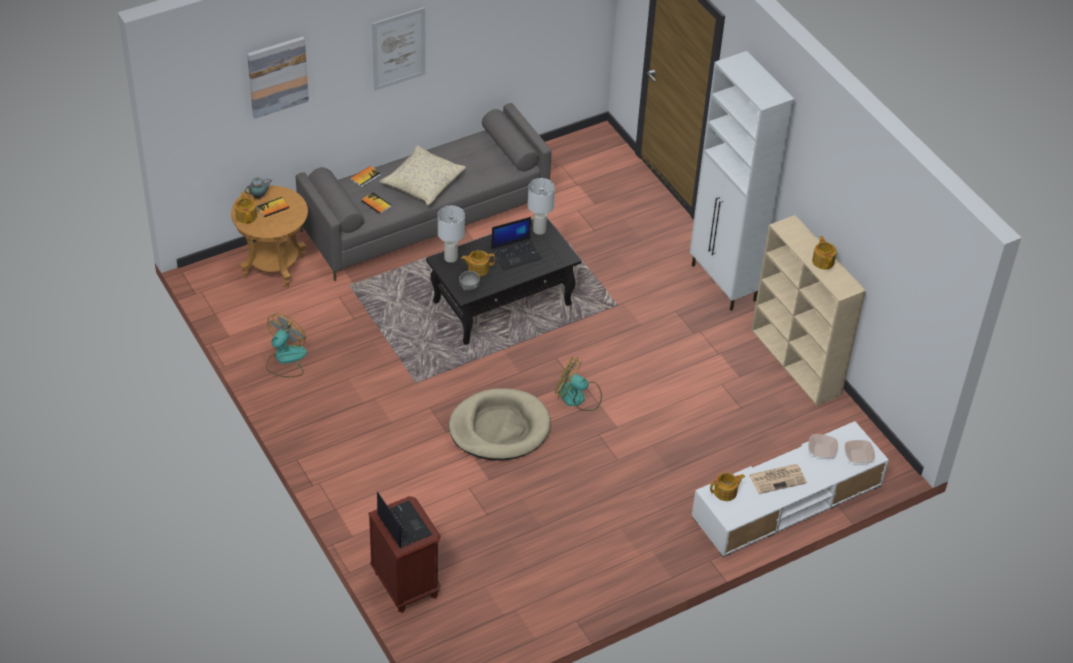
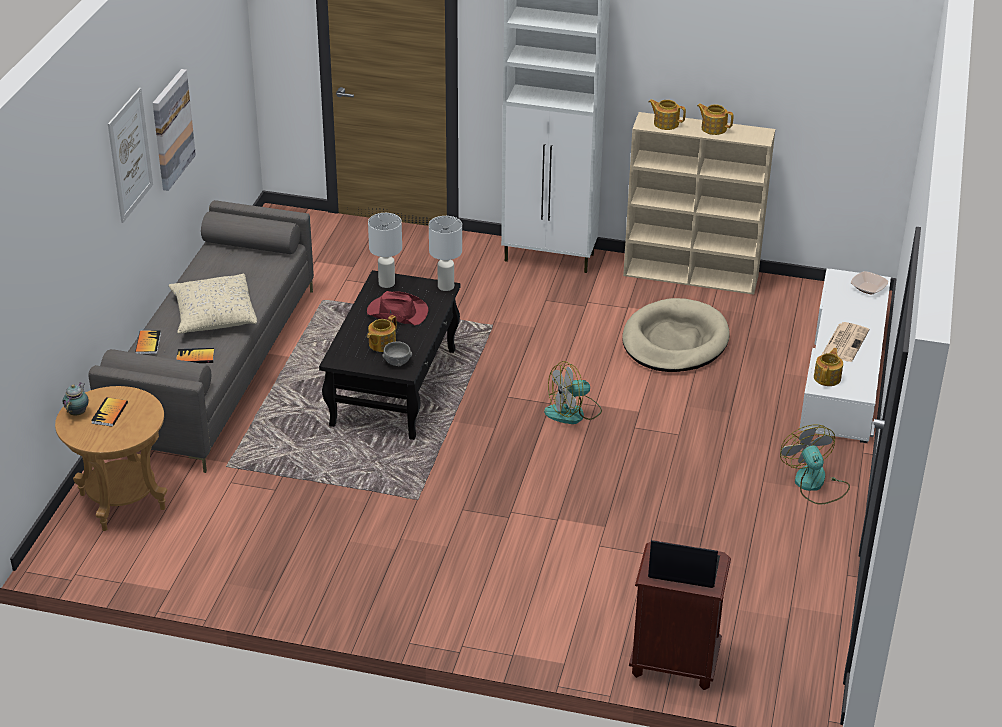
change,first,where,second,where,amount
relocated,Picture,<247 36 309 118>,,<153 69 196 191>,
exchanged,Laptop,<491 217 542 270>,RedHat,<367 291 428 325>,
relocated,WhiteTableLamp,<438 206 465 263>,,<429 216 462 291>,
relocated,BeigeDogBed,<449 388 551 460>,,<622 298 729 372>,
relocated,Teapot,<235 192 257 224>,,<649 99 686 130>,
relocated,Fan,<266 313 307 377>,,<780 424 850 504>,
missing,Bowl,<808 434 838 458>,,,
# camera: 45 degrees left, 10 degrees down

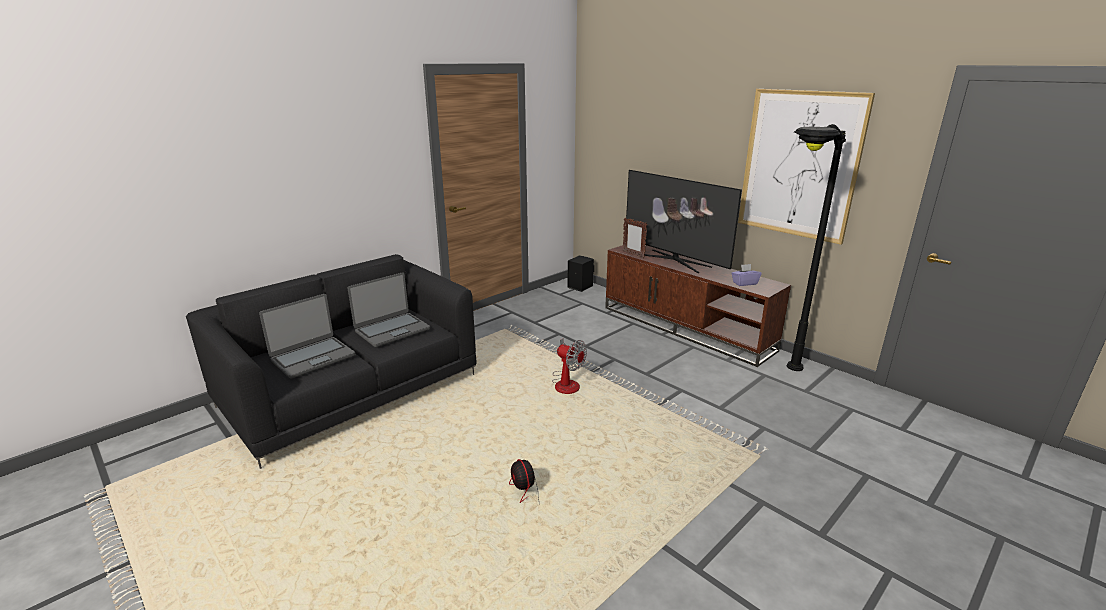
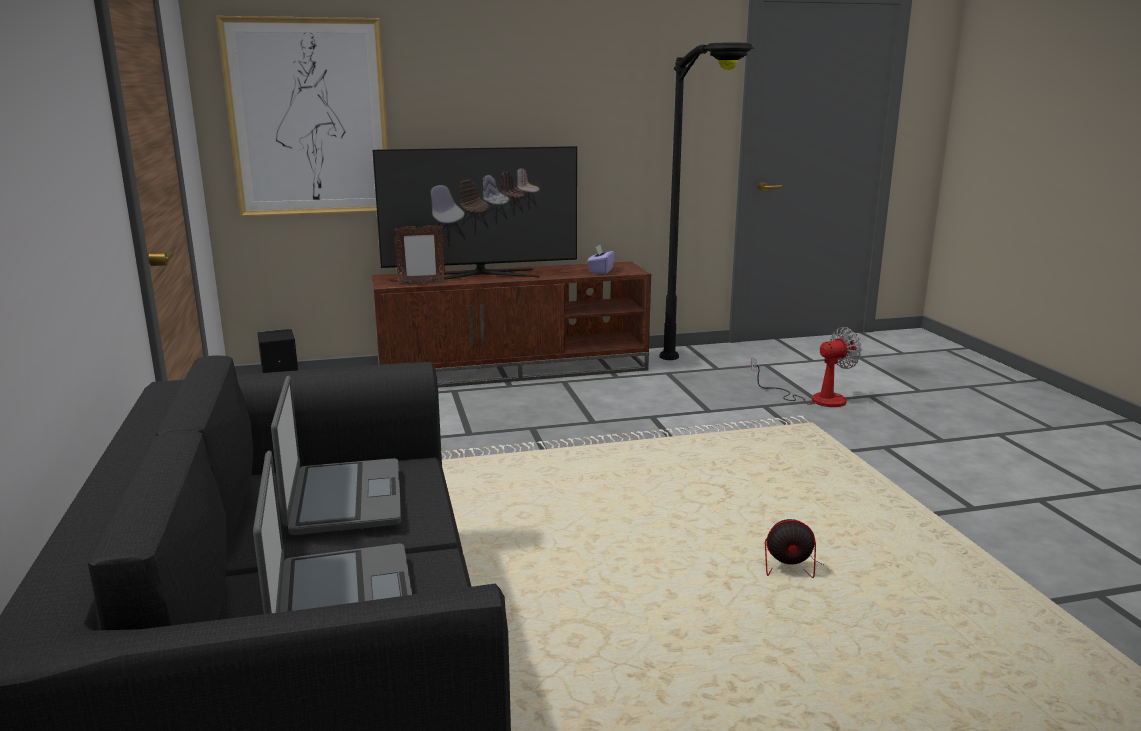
change,first,where,second,where,amount
relocated,Picture,<738 89 875 245>,,<216 16 388 217>,
relocated,Fan,<552 338 587 394>,,<751 327 862 407>,
# camera: 60 degrees left, 5 degrees down

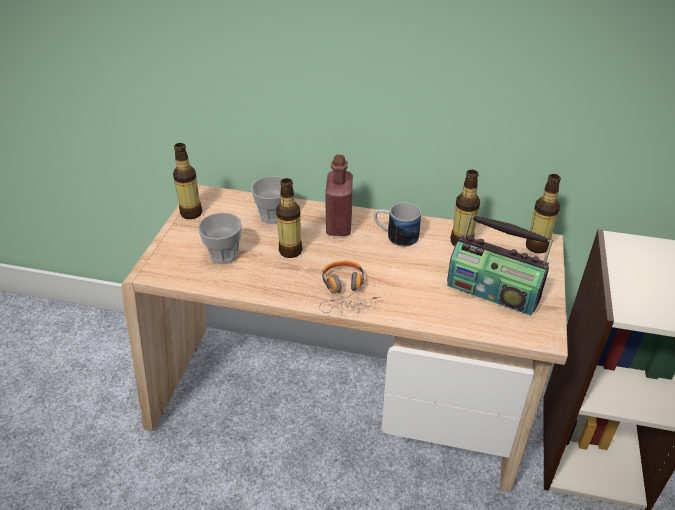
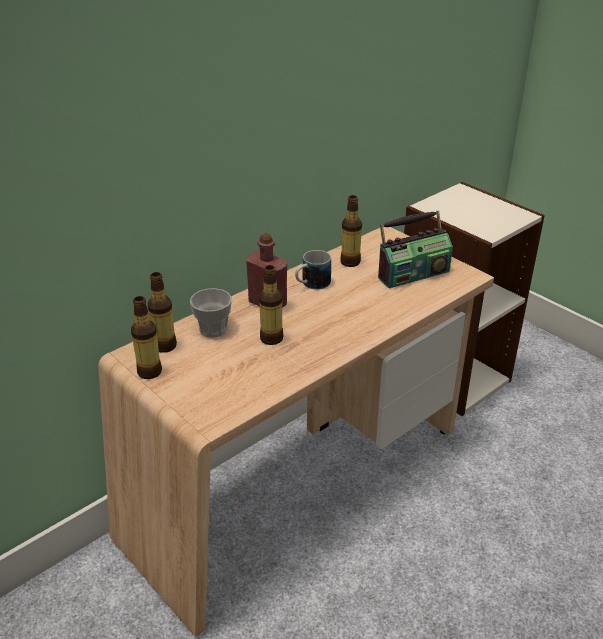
change,first,where,second,where,amount
relocated,Bottle,<526 174 561 253>,,<148 272 177 353>,
missing,Cup,<198 213 242 264>,,,
missing,Headphones,<319 261 380 313>,,,
# camera: 55 degrees left, 5 degrees down

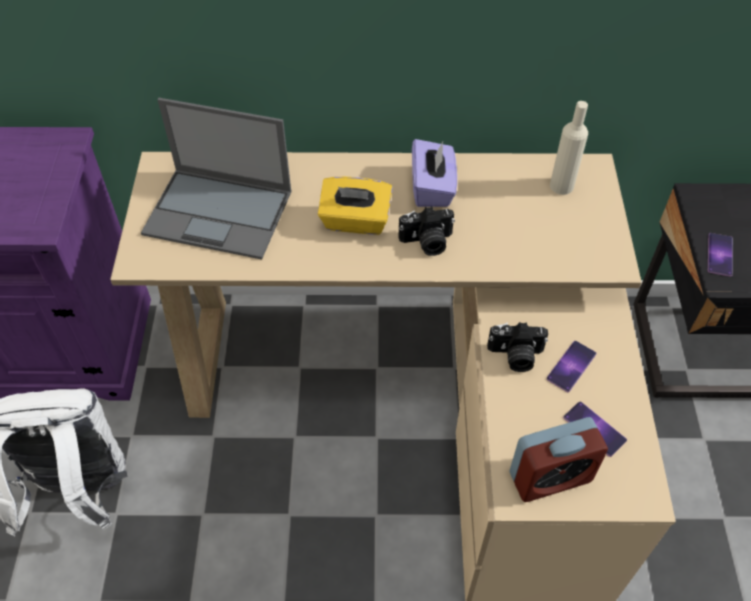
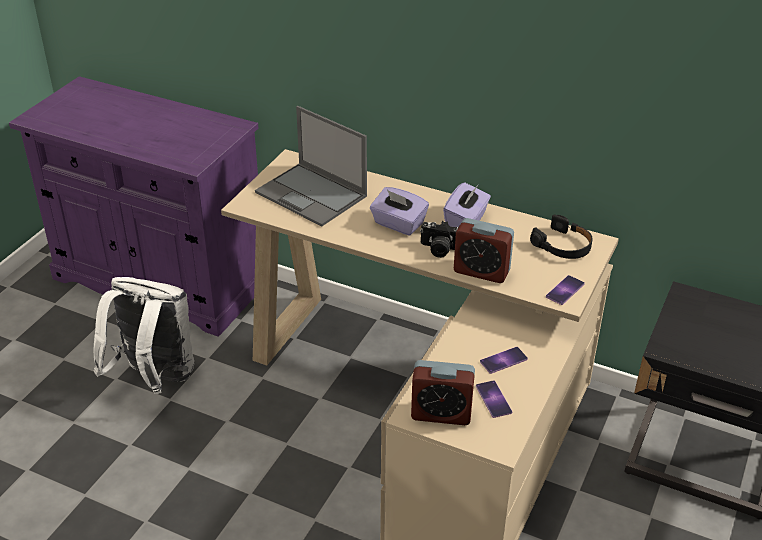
change,first,where,second,where,amount
colour,YellowTissueBox,<318 177 393 235>,PurpleTissueBox,<370 187 429 235>,
appeared,,,AlarmClock,<454 218 514 283>,
exchanged,BeigeBottle,<550 101 588 195>,BlackHeadphones,<530 214 593 259>,
relocated,Phone,<708 233 733 277>,,<546 275 585 305>,
missing,PhotoCamera,<487 322 548 372>,,,
# camera: 25 degrees right, 15 degrees down

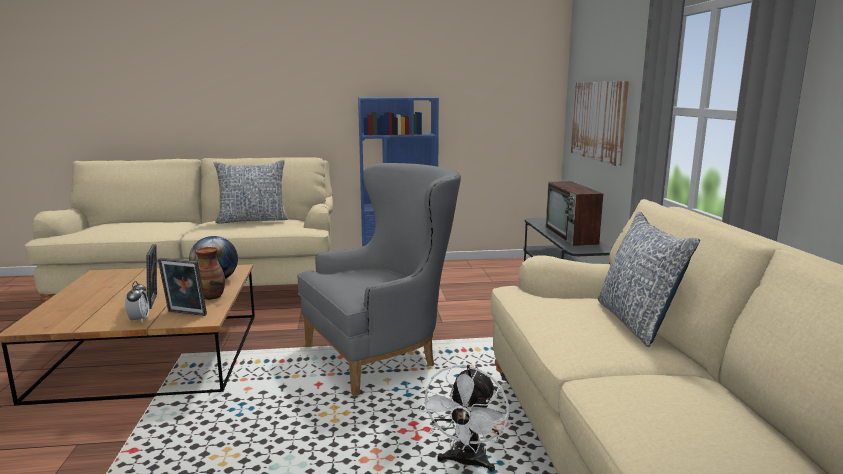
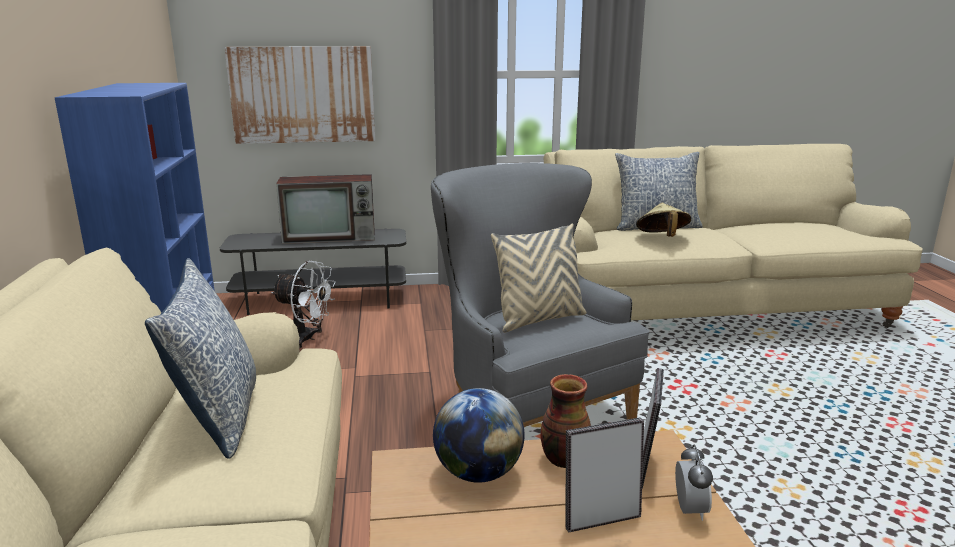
change,first,where,second,where,amount
relocated,WhiteFan,<420 365 509 472>,,<271 261 336 348>,
appeared,,,BeigePillow,<491 224 586 333>,
appeared,,,BeigeHat,<636 203 691 237>,
spun,AlarmClock,<125 281 149 323>,,<675 445 713 521>,105 degrees clockwise
# camera: 90 degrees left, 5 degrees up

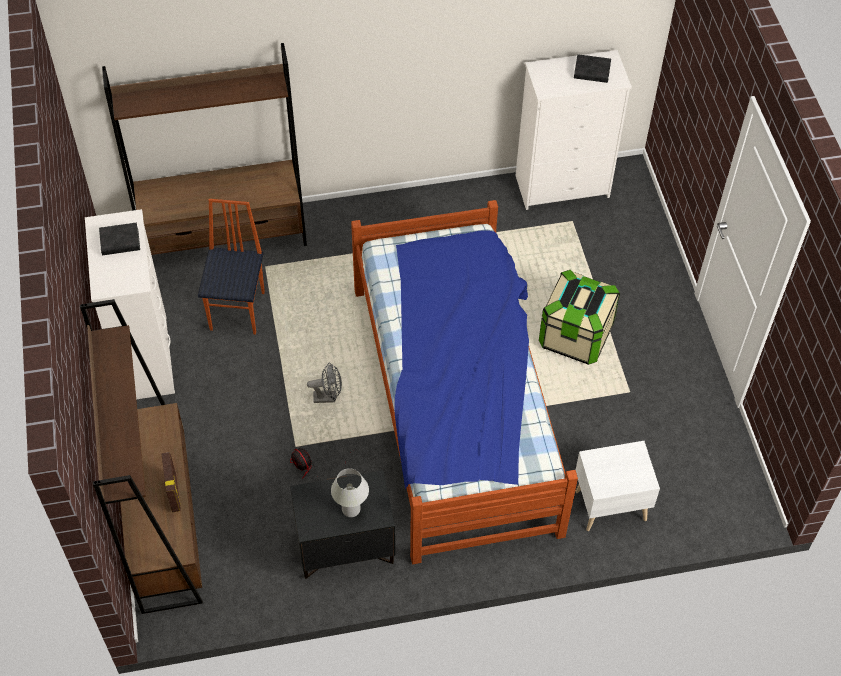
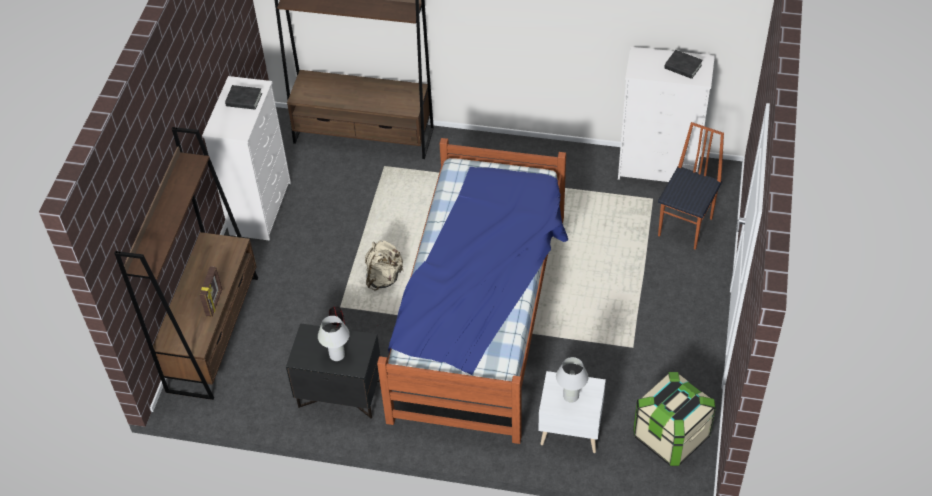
change,first,where,second,where,amount
exchanged,GreyFan,<307 362 342 403>,BeigeBackpack,<365 240 403 291>,
appeared,,,WhiteTableLamp,<556 357 588 403>,
relocated,StorageBox,<539 270 620 365>,,<633 372 716 466>,
relocated,Chair,<198 199 265 335>,,<658 122 724 250>,
# camera: 25 degrees right, 5 degrees down

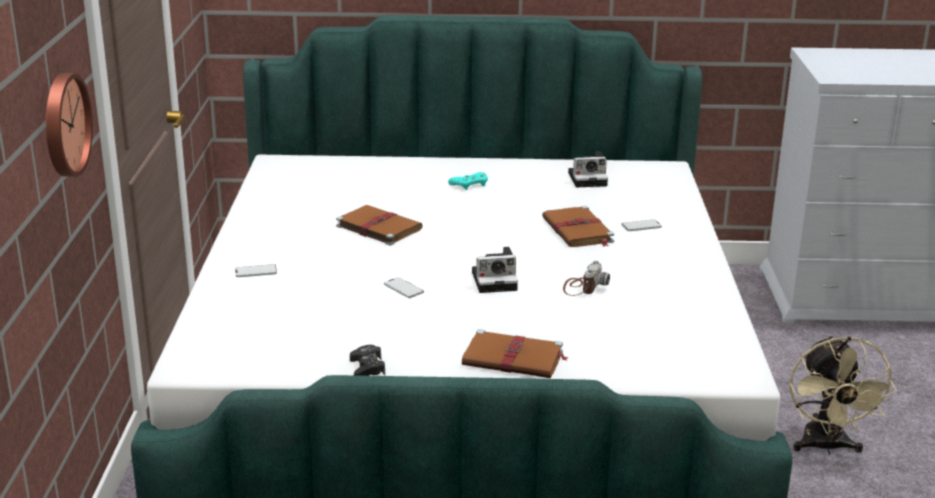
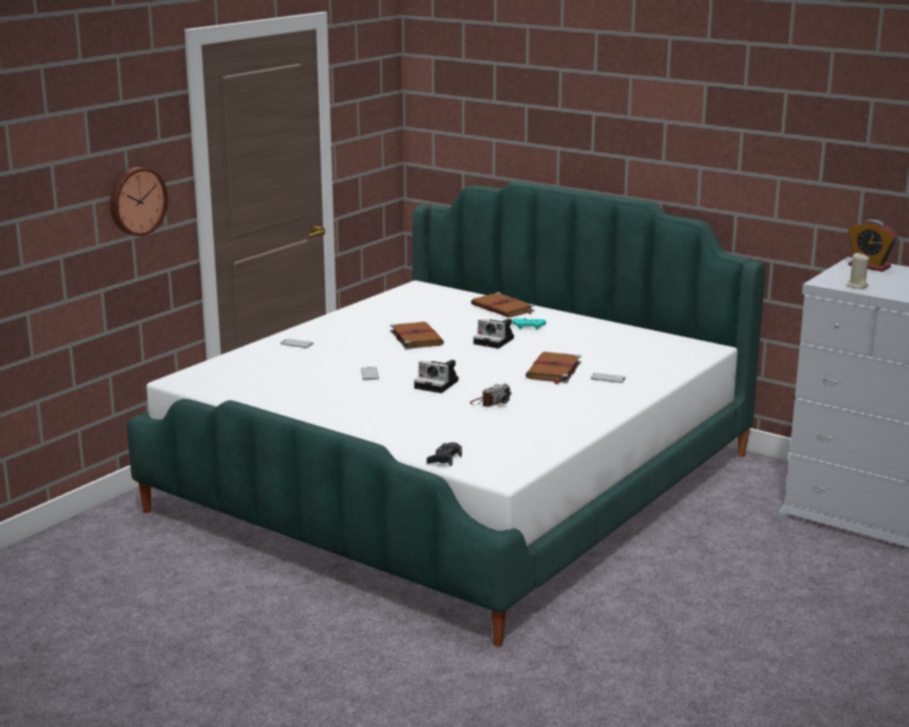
change,first,where,second,where,amount
relocated,BlackGameController,<350 345 385 376>,,<427 442 462 467>,
relocated,BrownBook,<462 329 569 378>,,<471 292 534 318>,
relocated,PhotoCamera,<568 151 608 187>,,<473 319 514 349>,
appeared,,,BeigeCandle,<846 253 869 289>,
appeared,,,AlarmClock,<848 220 898 272>,
missing,BeigeFan,<789 336 897 455>,,,
# camera: 35 degrees right, 5 degrees down

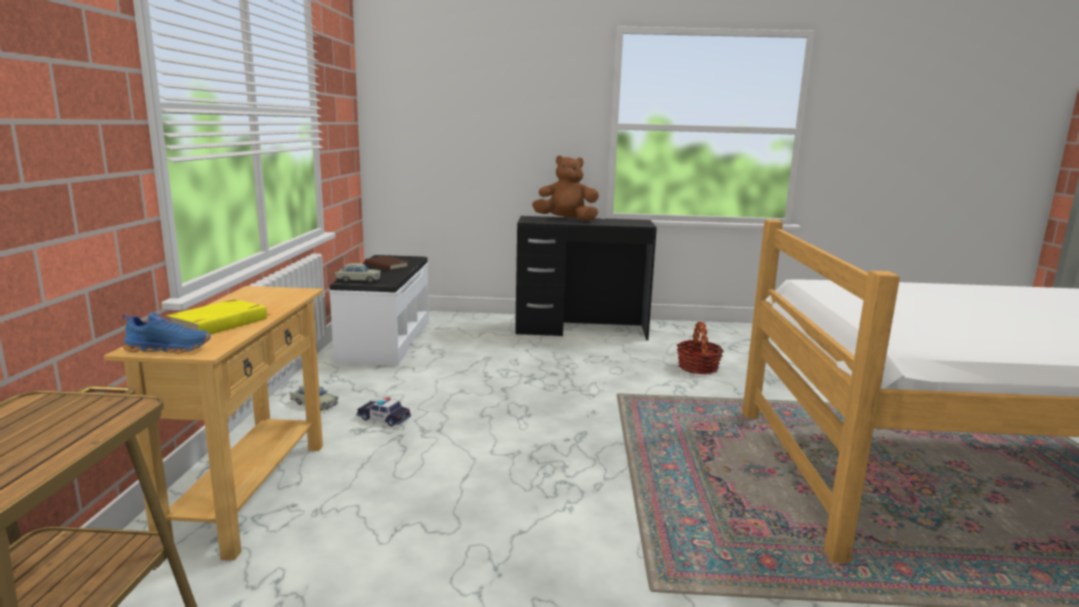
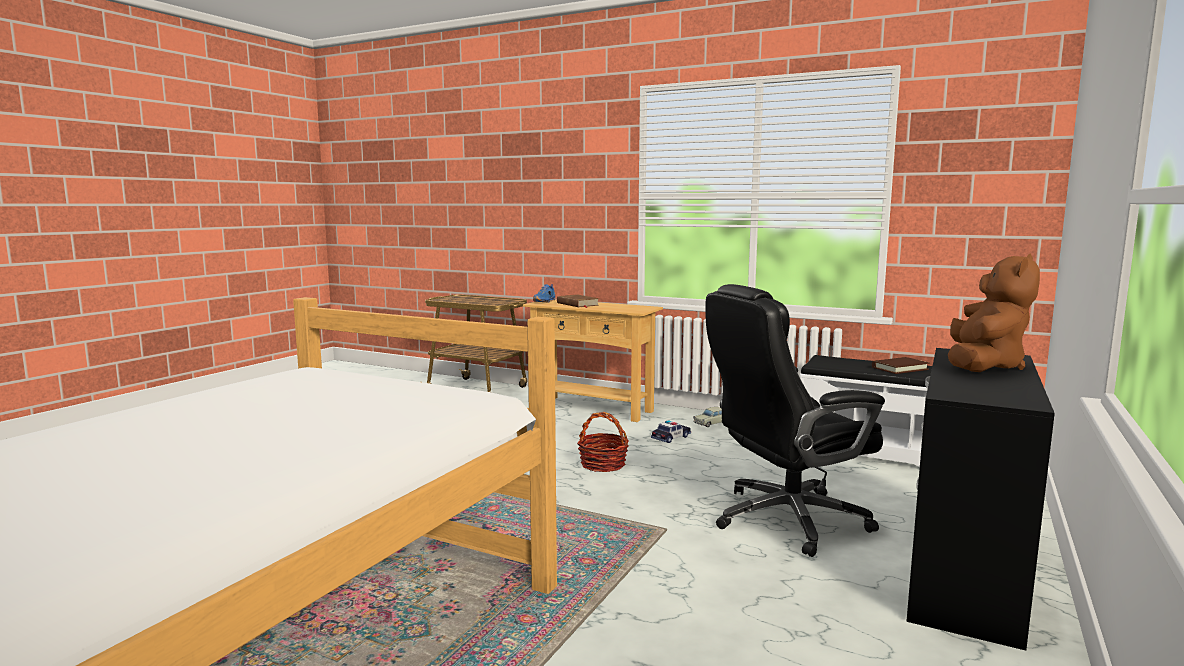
change,first,where,second,where,amount
colour,YellowBook,<167 299 269 335>,BrownBook,<557 295 599 308>,
relocated,Basket,<677 322 724 374>,,<577 412 629 472>,
appeared,,,BlackOfficeChair,<705 284 885 557>,
missing,BeigeToyCar,<335 263 381 283>,,,
# camera: 115 degrees right, 5 degrees down

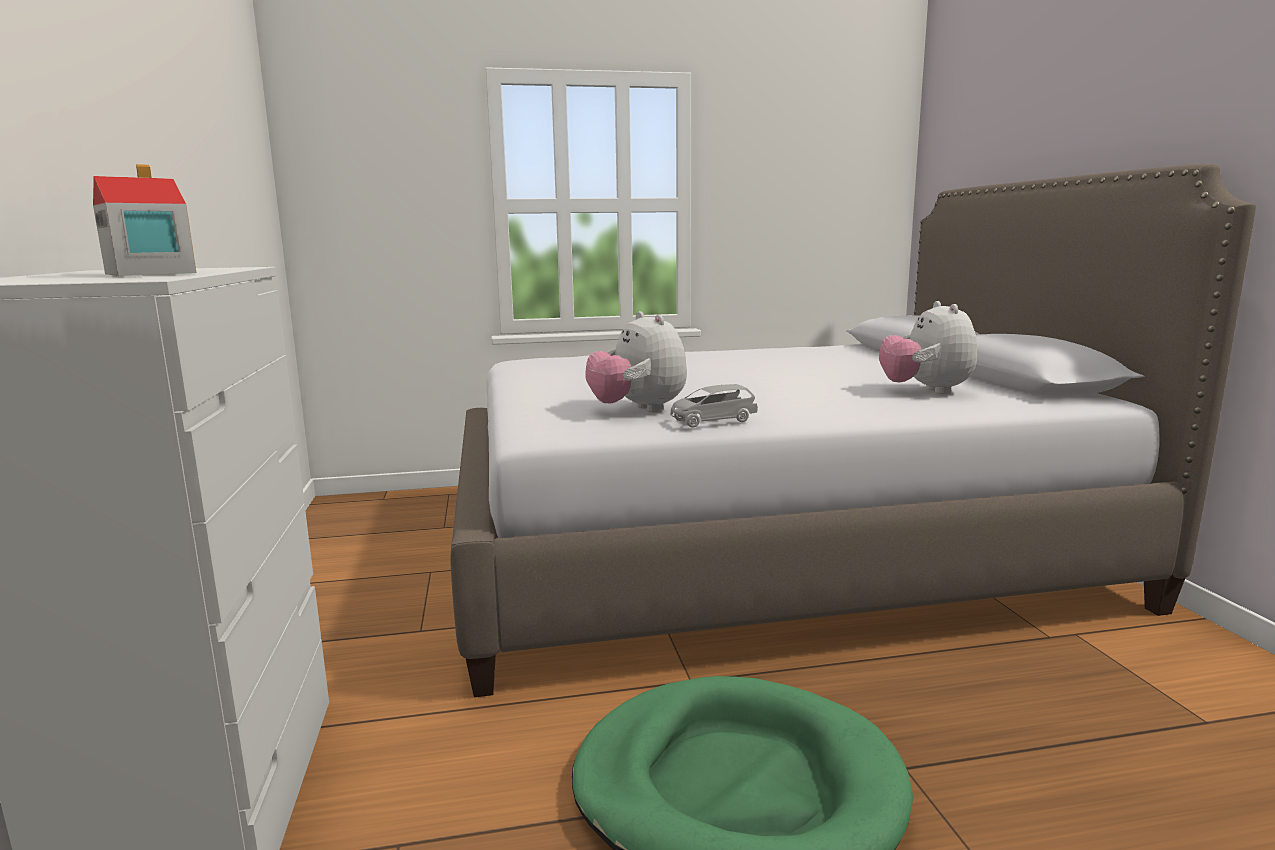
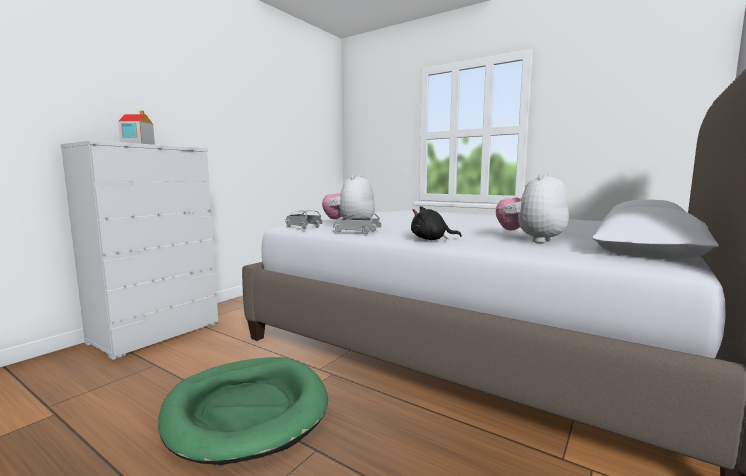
change,first,where,second,where,amount
appeared,,,GreyToyCar,<285 210 322 229>,
appeared,,,BlackPlushToy,<411 206 462 240>,
# camera: 45 degrees right, 5 degrees down

